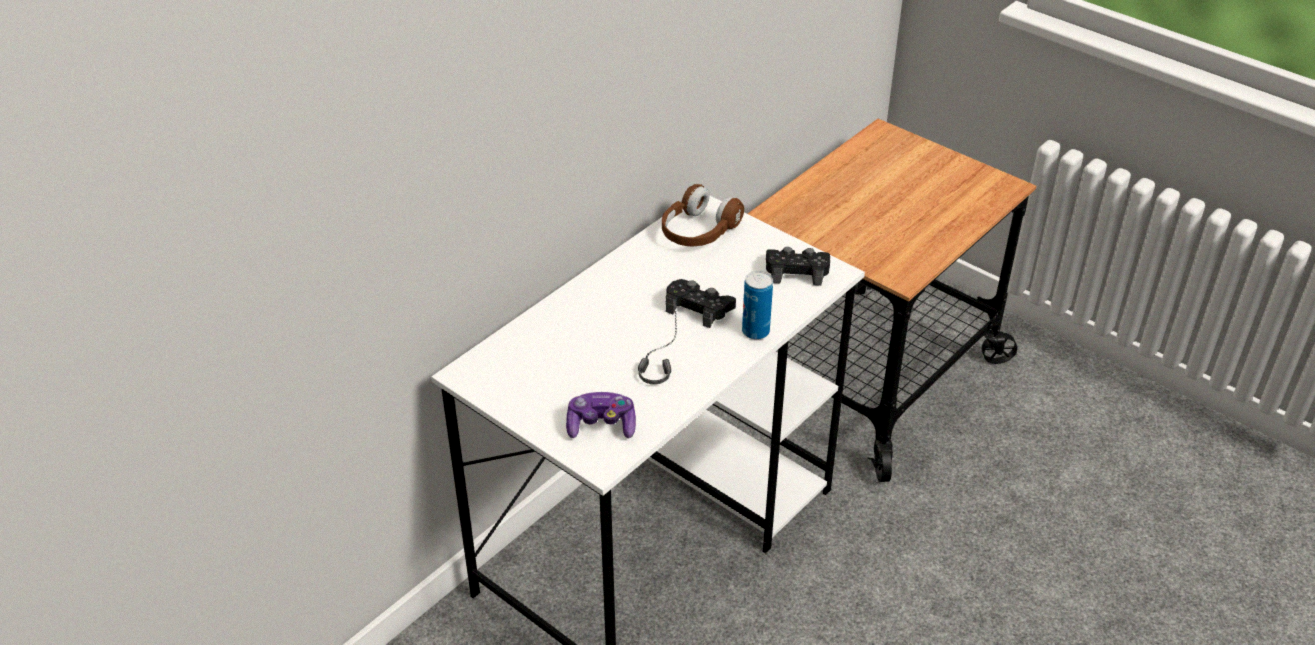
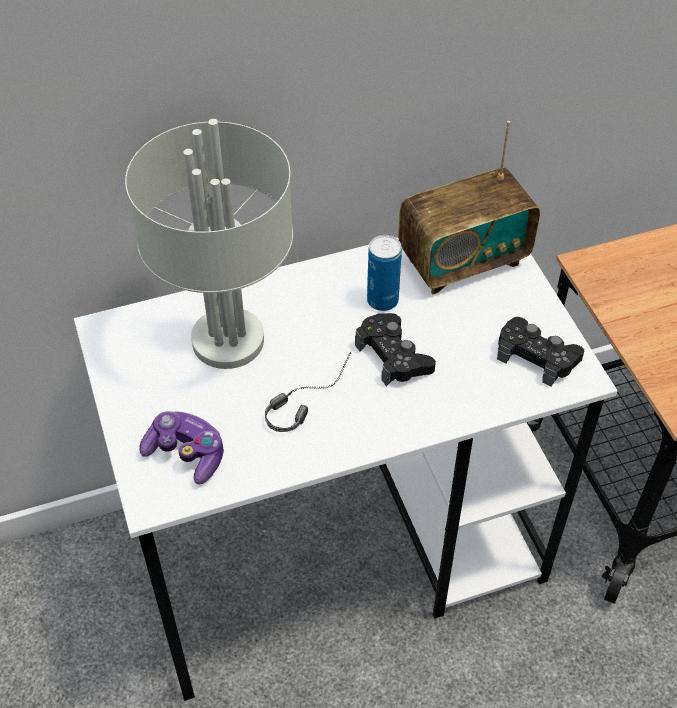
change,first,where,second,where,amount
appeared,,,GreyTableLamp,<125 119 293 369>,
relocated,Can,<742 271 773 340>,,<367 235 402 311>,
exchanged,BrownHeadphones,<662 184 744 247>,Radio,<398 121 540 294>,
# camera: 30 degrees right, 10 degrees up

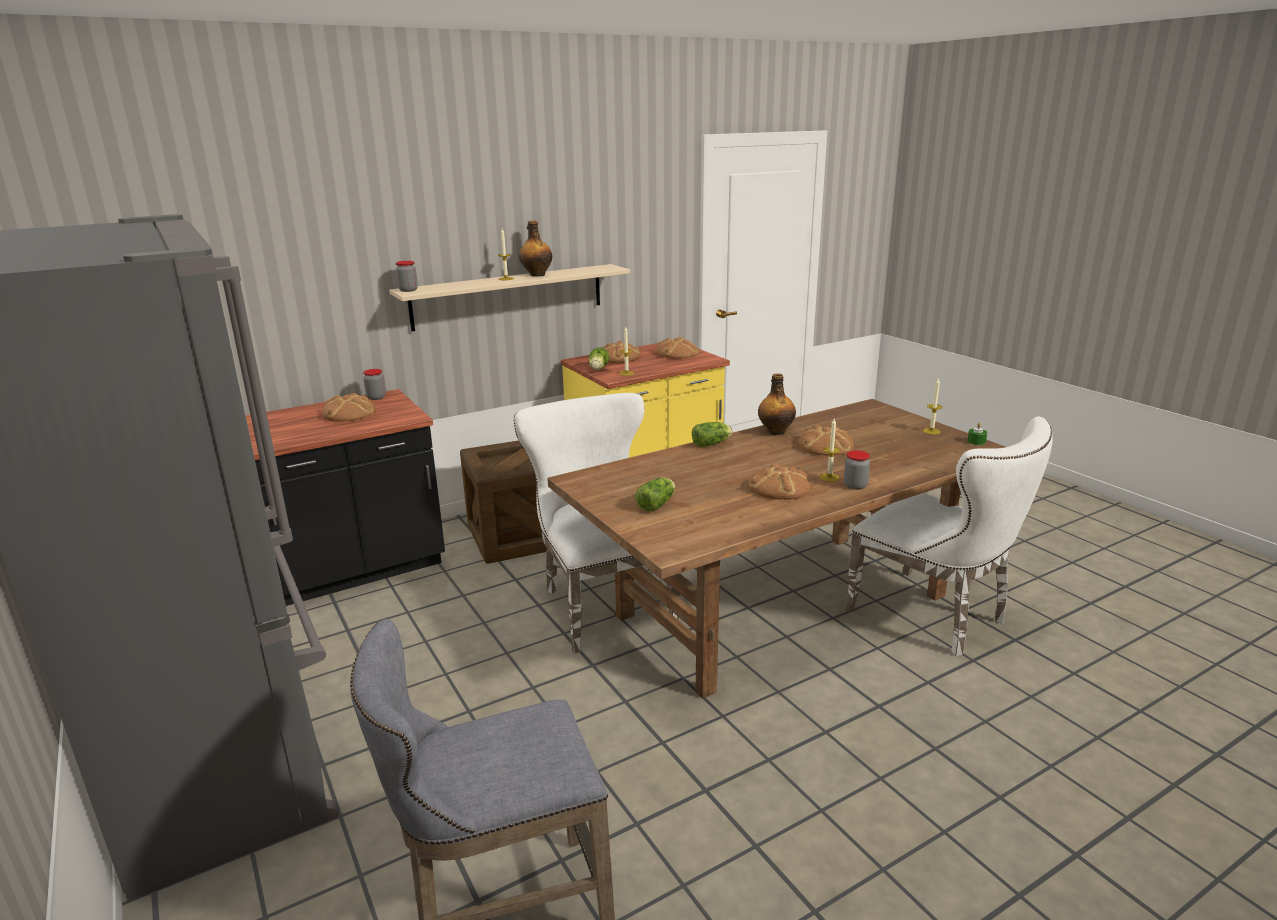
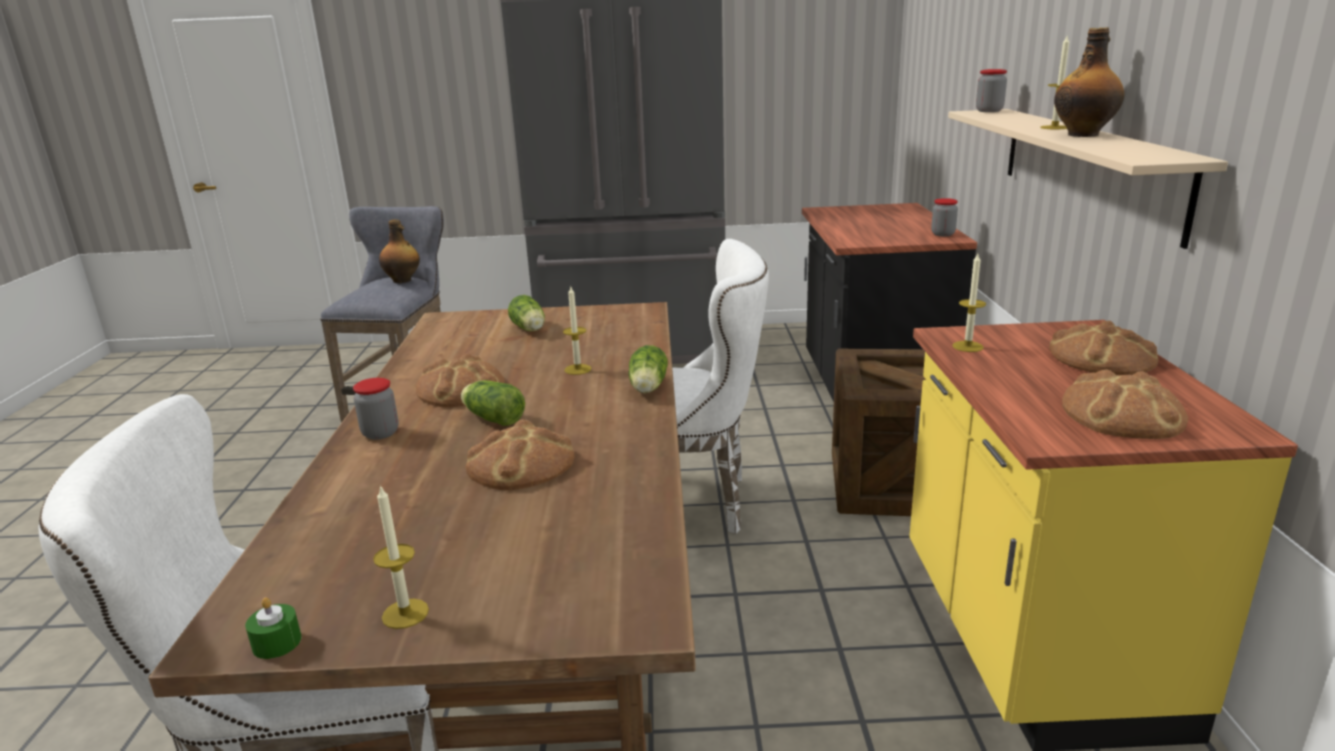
change,first,where,second,where,amount
relocated,Bottle,<758 373 796 435>,,<379 219 420 283>,
relocated,Lettuce,<588 348 609 370>,,<461 380 525 426>,
relocated,Candle,<820 419 840 482>,,<563 287 591 375>,
missing,Bread,<322 393 376 422>,,,
# camera: 120 degrees right, 0 degrees up

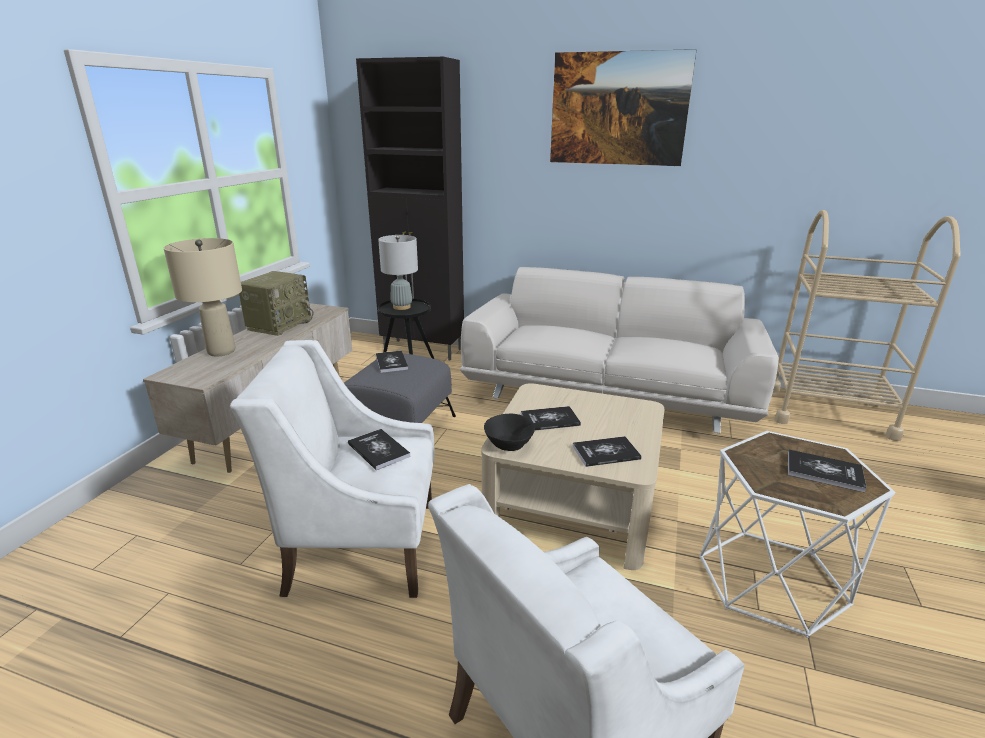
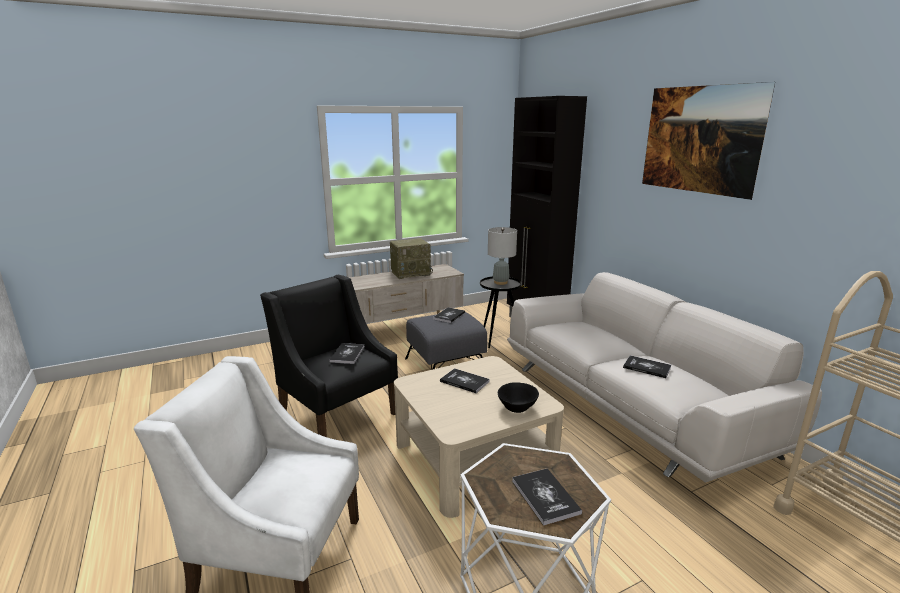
change,first,where,second,where,amount
colour,WhiteArmchair,<230 340 435 598>,BlackArmchair,<260 275 398 437>,
relocated,BlackBowl,<484 414 535 451>,,<498 382 539 413>,
relocated,Book,<572 436 642 467>,,<623 355 671 378>,
missing,BeigeTableLamp,<164 238 242 357>,,,
# camera: 45 degrees right, 5 degrees down

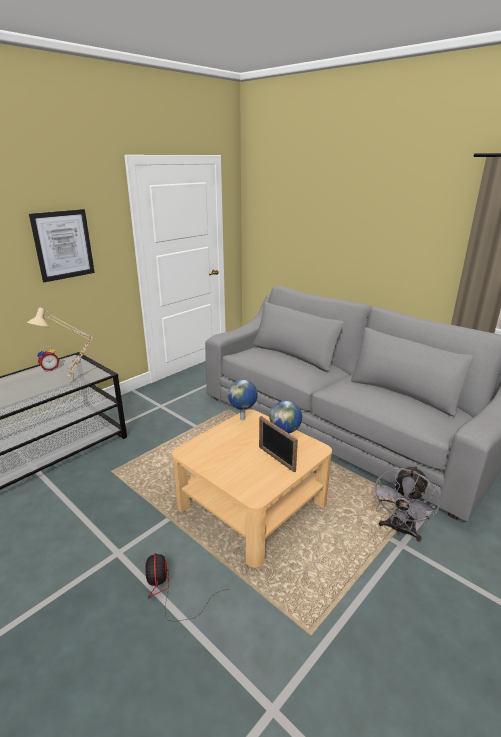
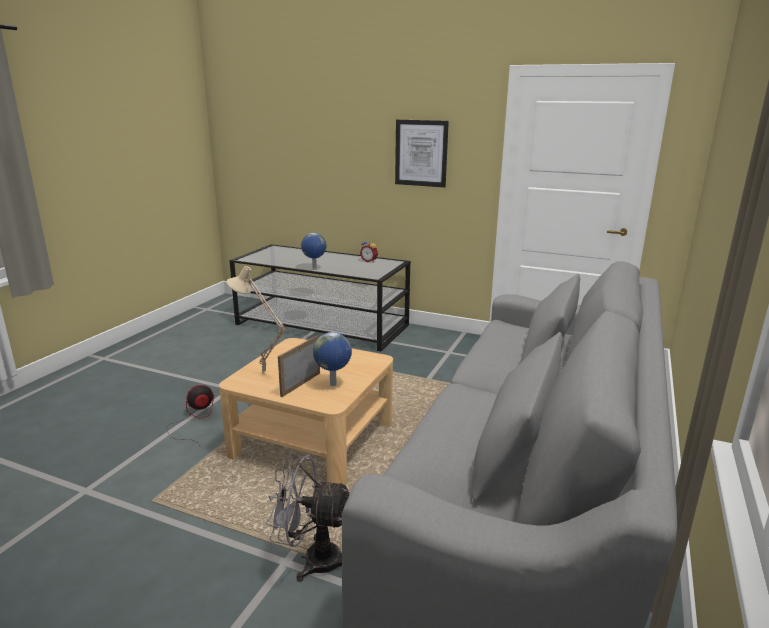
change,first,where,second,where,amount
relocated,BeigeTableLamp,<27 307 94 381>,,<226 266 286 374>,
relocated,Globe,<228 380 258 420>,,<301 233 327 270>,
# camera: 70 degrees right, 5 degrees down

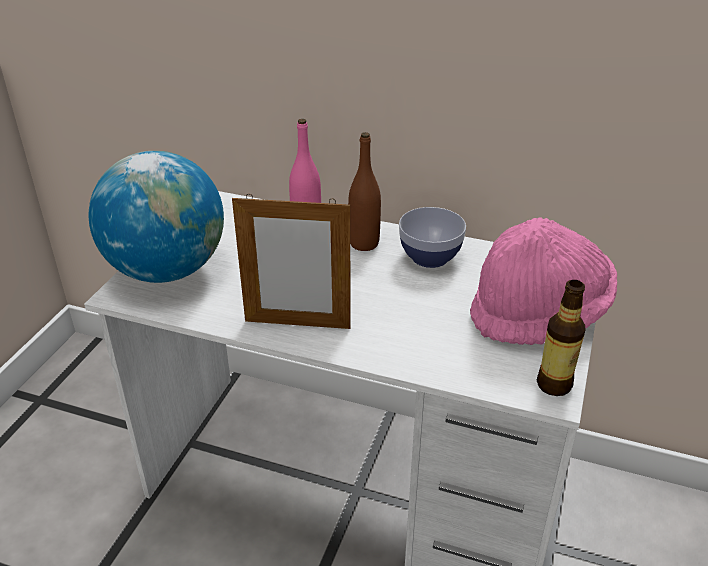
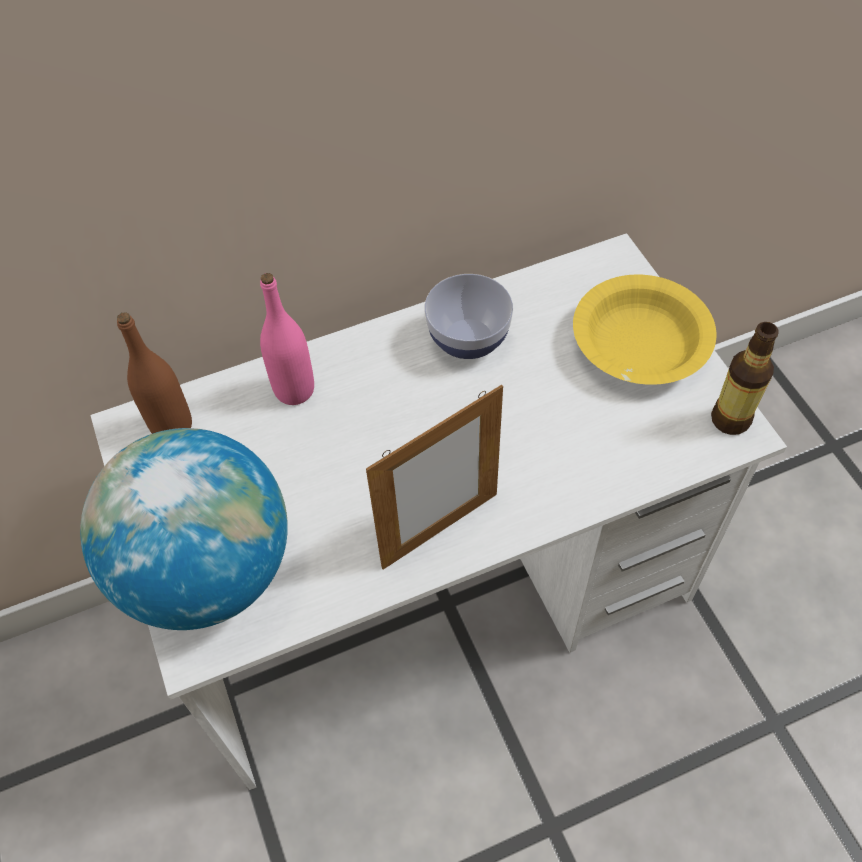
change,first,where,second,where,amount
relocated,BrownBottle,<348 132 381 251>,,<117 312 192 434>,
exchanged,PinkHat,<470 217 617 345>,YellowBowl,<573 275 716 385>,
# camera: 40 degrees left, 20 degrees up

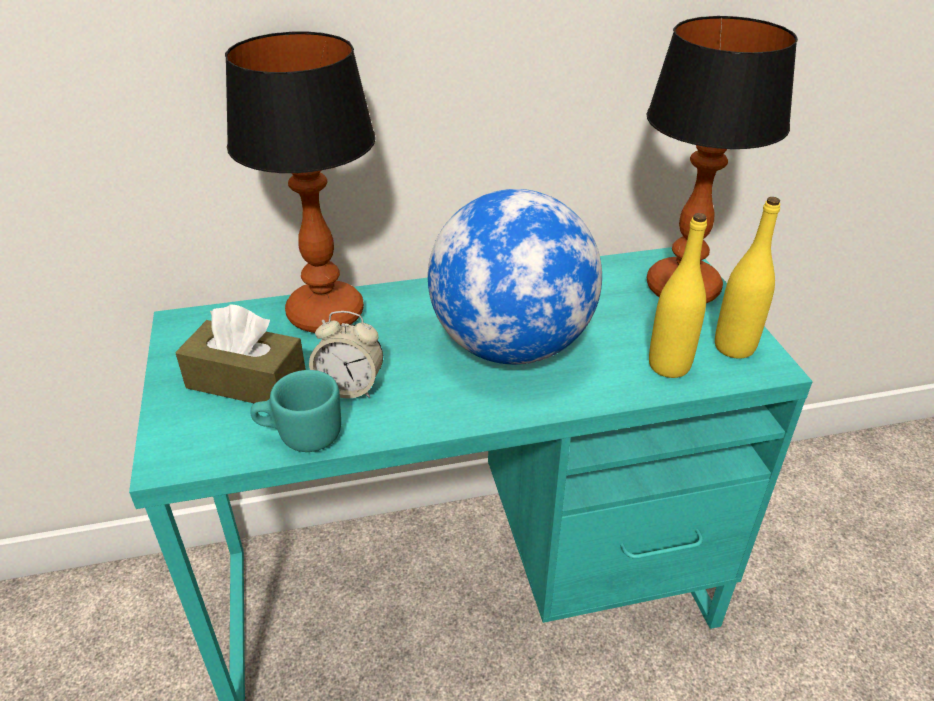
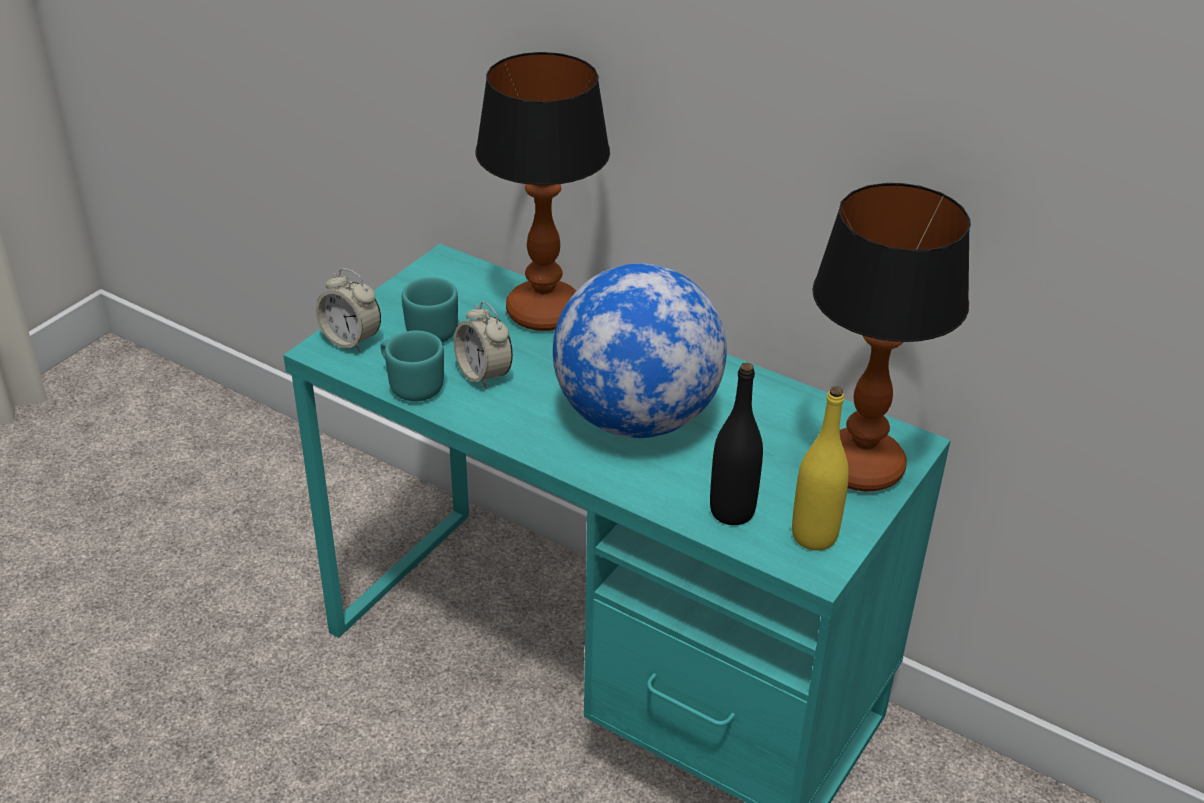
change,first,where,second,where,amount
appeared,,,AlarmClock,<316 268 381 353>,
exchanged,BrownTissueBox,<175 304 306 403>,TurquoiseMug,<402 277 458 342>,
colour,YellowBottle,<649 213 707 378>,BlackBottle,<710 363 763 525>,
# camera: 45 degrees right, 0 degrees up

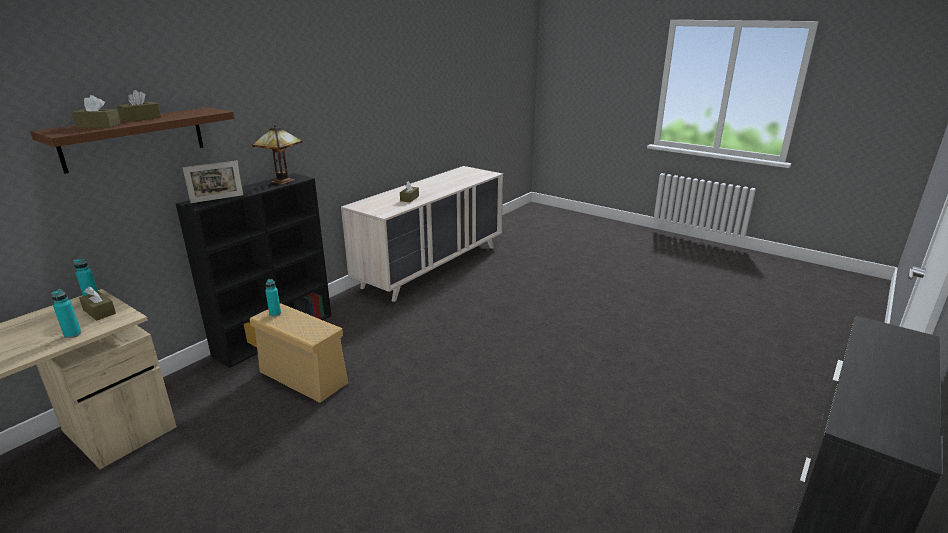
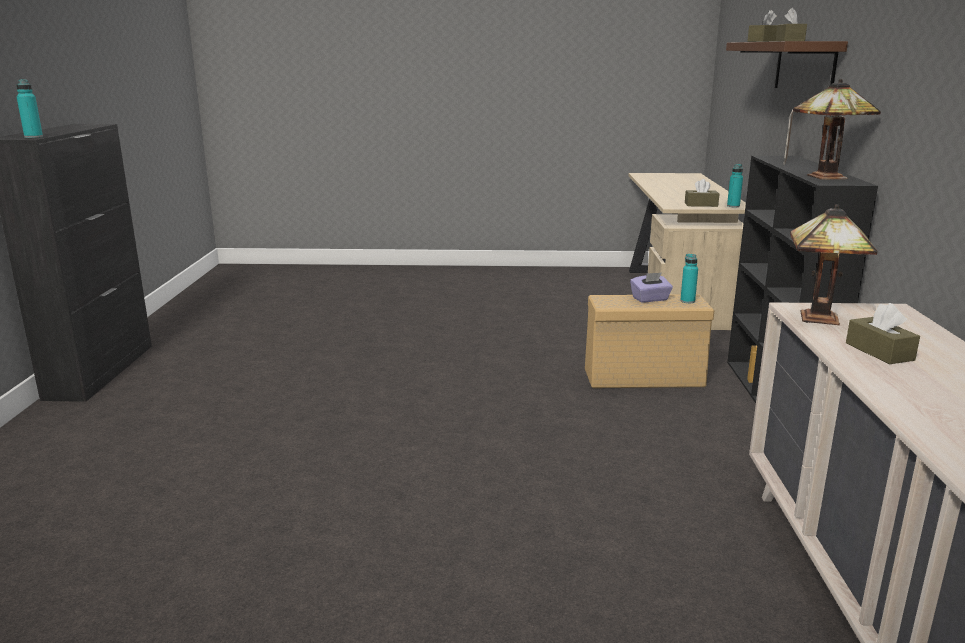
change,first,where,second,where,amount
relocated,TurquoiseBottle,<51 289 81 338>,,<16 79 43 138>,
appeared,,,PurpleTissueBox,<630 272 673 303>,
appeared,,,TableLamp,<790 204 878 326>,
# camera: 145 degrees right, 5 degrees down

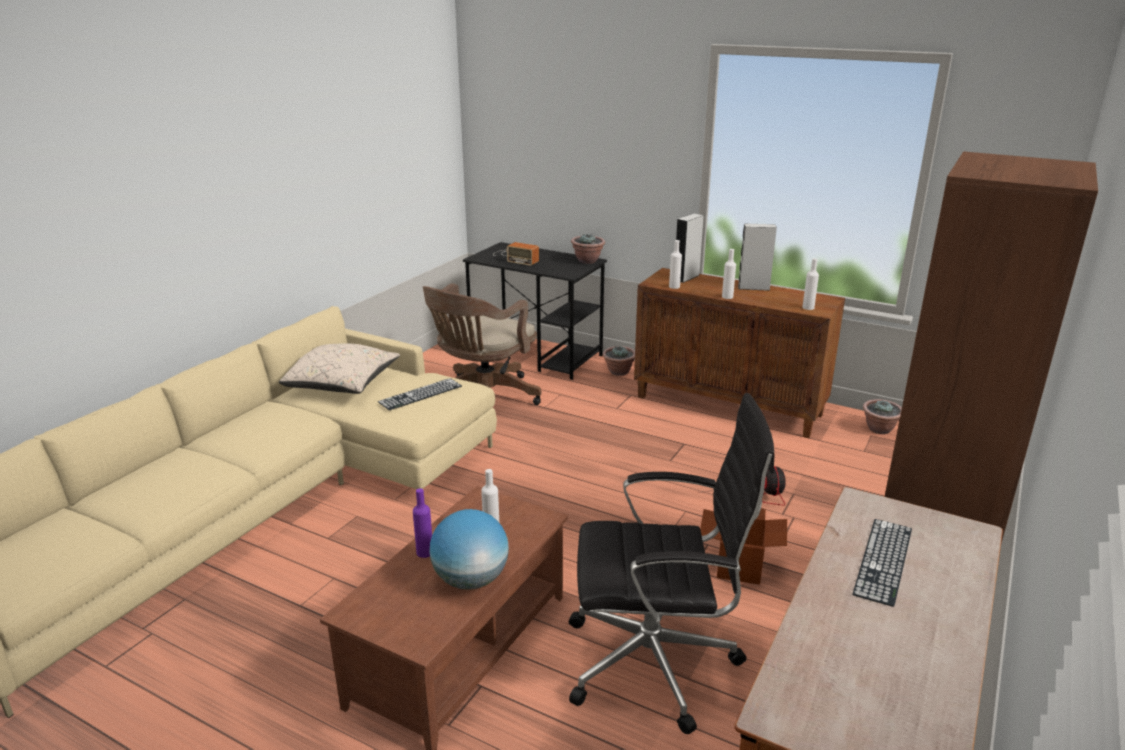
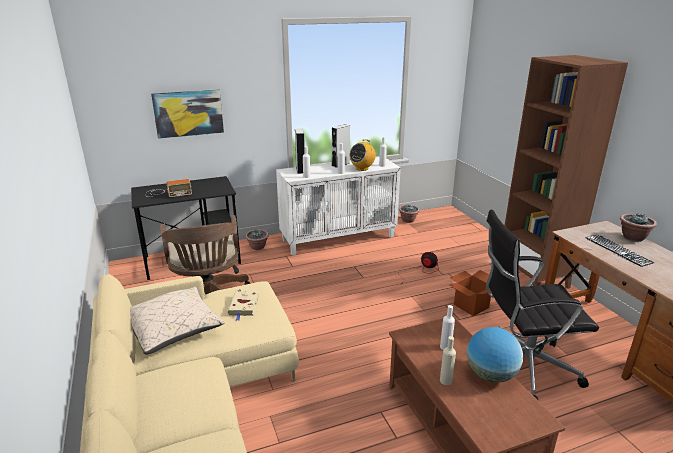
change,first,where,second,where,amount
appeared,,,Picture,<151 89 224 139>,
exchanged,Keyboard,<378 378 462 410>,BeigeBook,<228 289 260 321>,
colour,BrownCabinet,<634 268 845 438>,WhiteCabinet,<276 157 401 255>,
appeared,,,Radio,<349 139 376 171>,
colour,PurpleBottle,<413 488 432 558>,BeigeBottle,<440 336 456 385>,
spun,BlackOfficeChair,<569 393 774 735>,,<486 209 599 400>,135 degrees counterclockwise
relocated,PottedPlant,<571 234 605 264>,,<620 213 657 242>,
# camera: 50 degrees left, 0 degrees up

